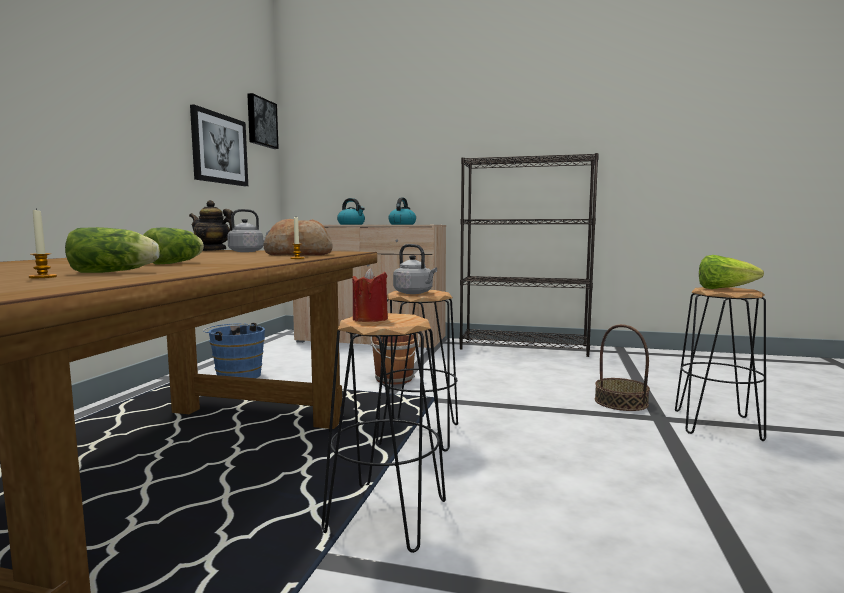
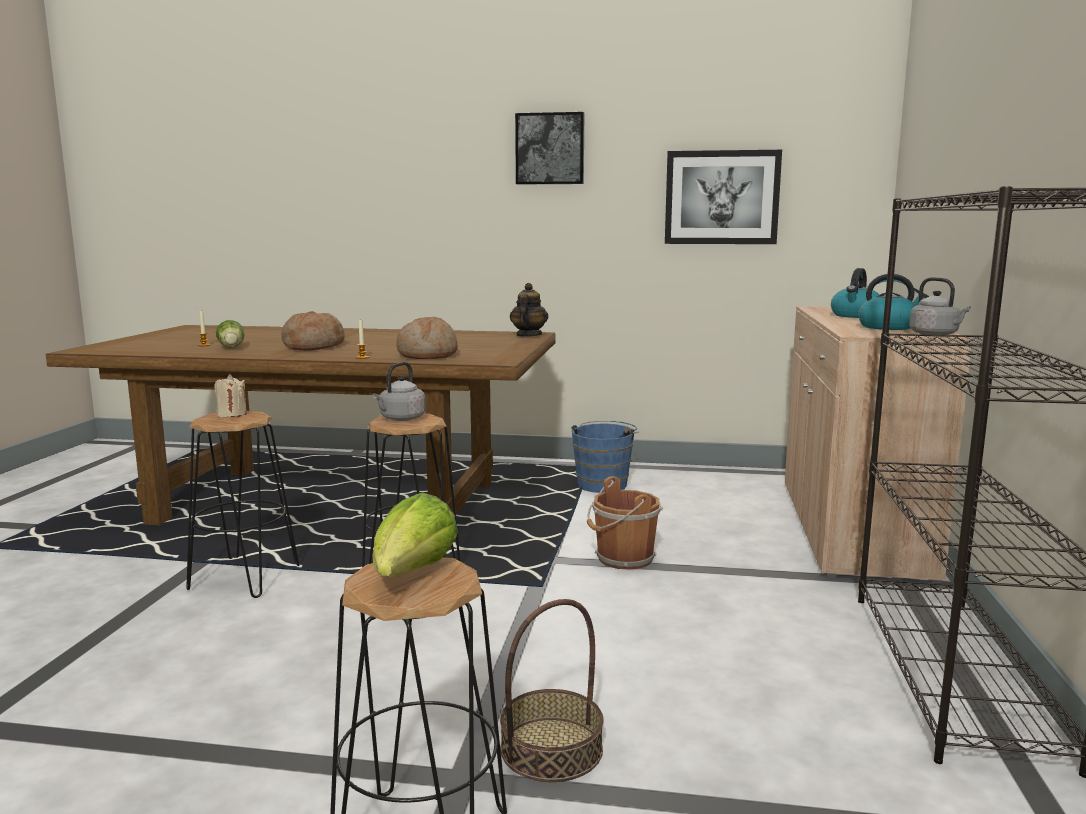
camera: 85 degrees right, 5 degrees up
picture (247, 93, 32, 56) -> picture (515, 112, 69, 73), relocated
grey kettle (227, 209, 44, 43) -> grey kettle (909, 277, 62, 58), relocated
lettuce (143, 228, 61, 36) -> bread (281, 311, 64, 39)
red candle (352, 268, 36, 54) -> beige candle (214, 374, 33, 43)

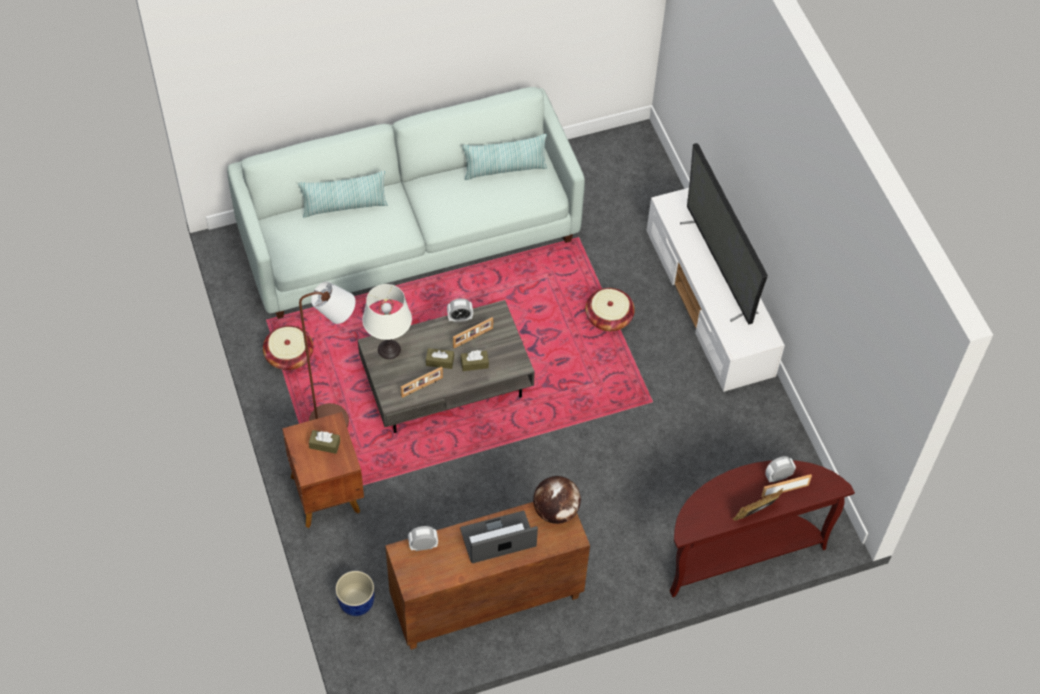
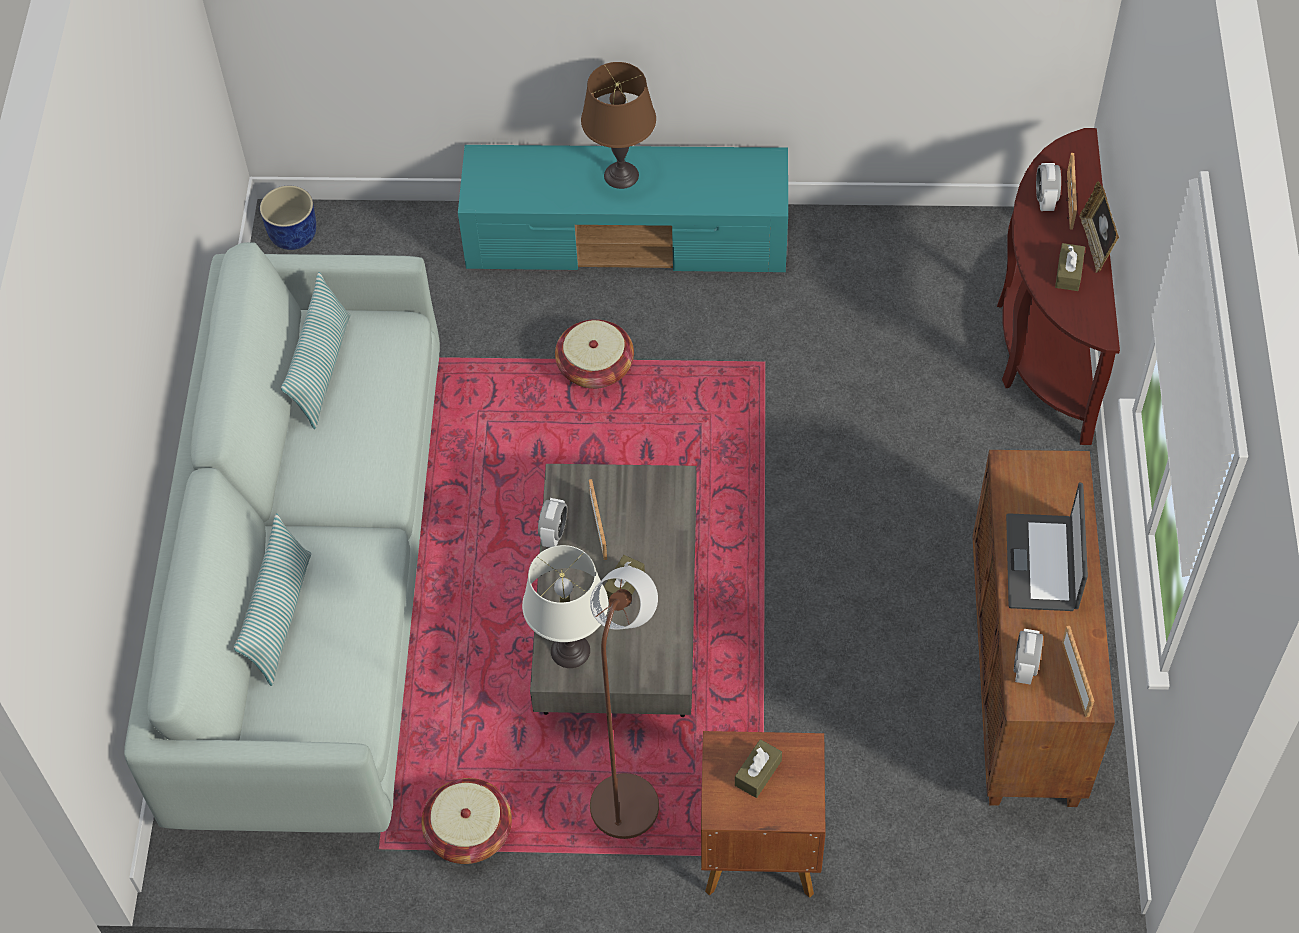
camera: 65 degrees left, 0 degrees up
television (680, 143, 88, 181) -> brown table lamp (581, 62, 75, 127)
white tv stand (647, 188, 138, 204) -> turquoise tv stand (458, 145, 330, 127)
brown tissue box (461, 350, 28, 21) -> brown tissue box (1055, 243, 30, 48), relocated
picture frame (401, 367, 42, 31) -> picture frame (1062, 626, 32, 92), relocated
globe (533, 476, 48, 48) -> none
blue planter (335, 571, 39, 45) -> blue planter (260, 186, 56, 64), relocated

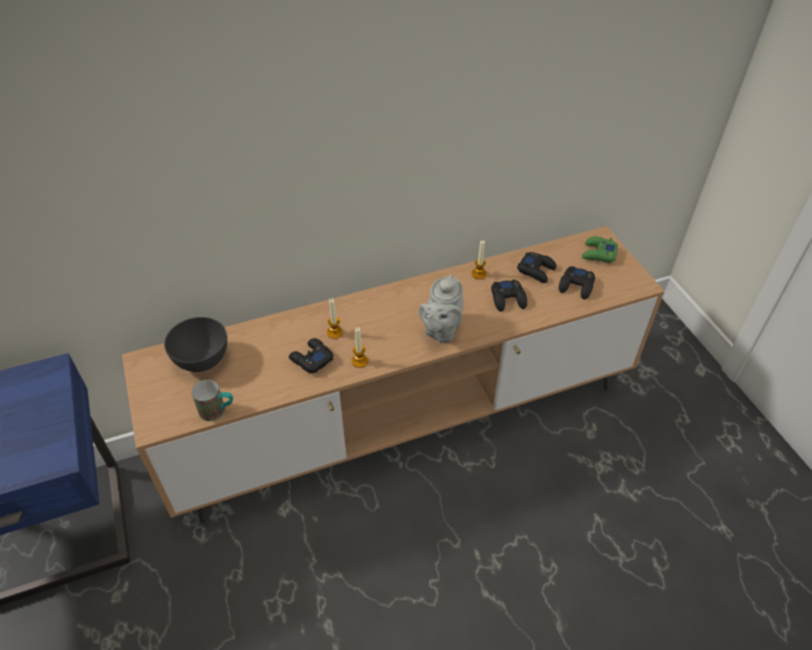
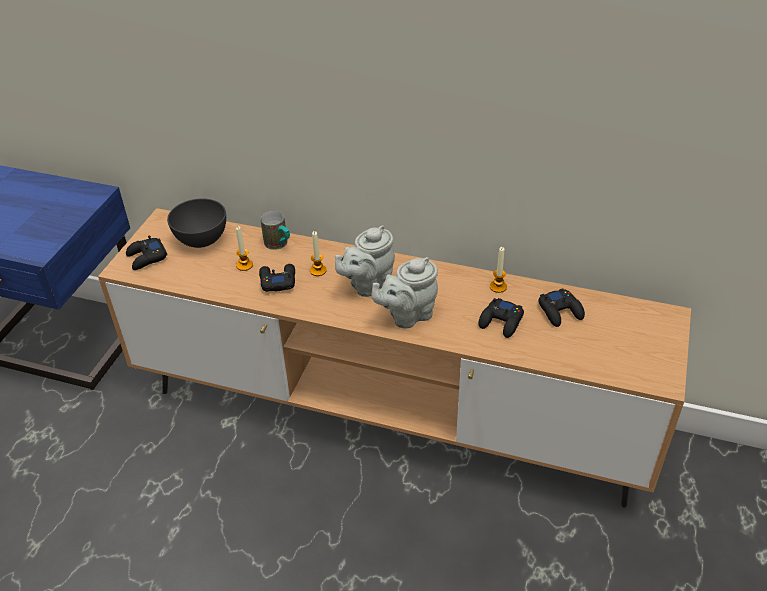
camera: 40 degrees right, 5 degrees down
green game controller (582, 236, 36, 27) -> none
black game controller (559, 266, 36, 33) -> black game controller (126, 236, 41, 34), relocated
candle (351, 327, 17, 41) -> candle (236, 226, 17, 45), relocated
mug (192, 380, 41, 41) -> mug (260, 211, 30, 39), relocated
none -> grey teapot (335, 225, 60, 72)

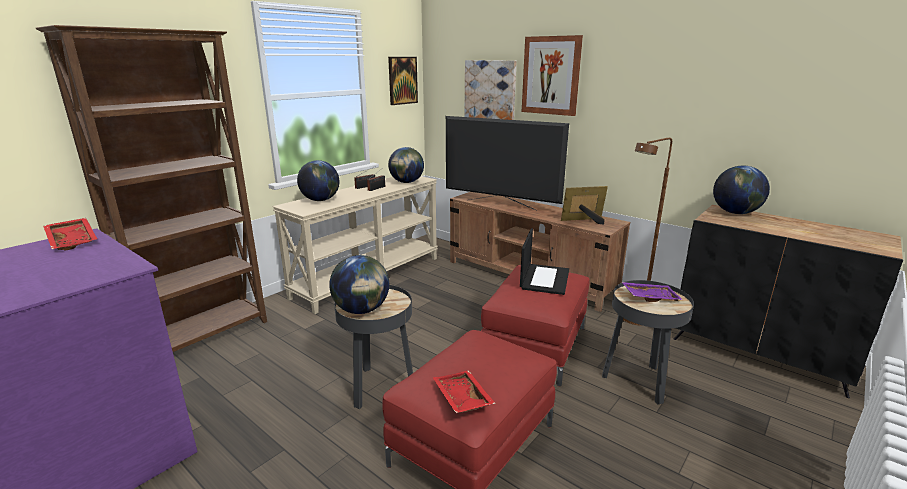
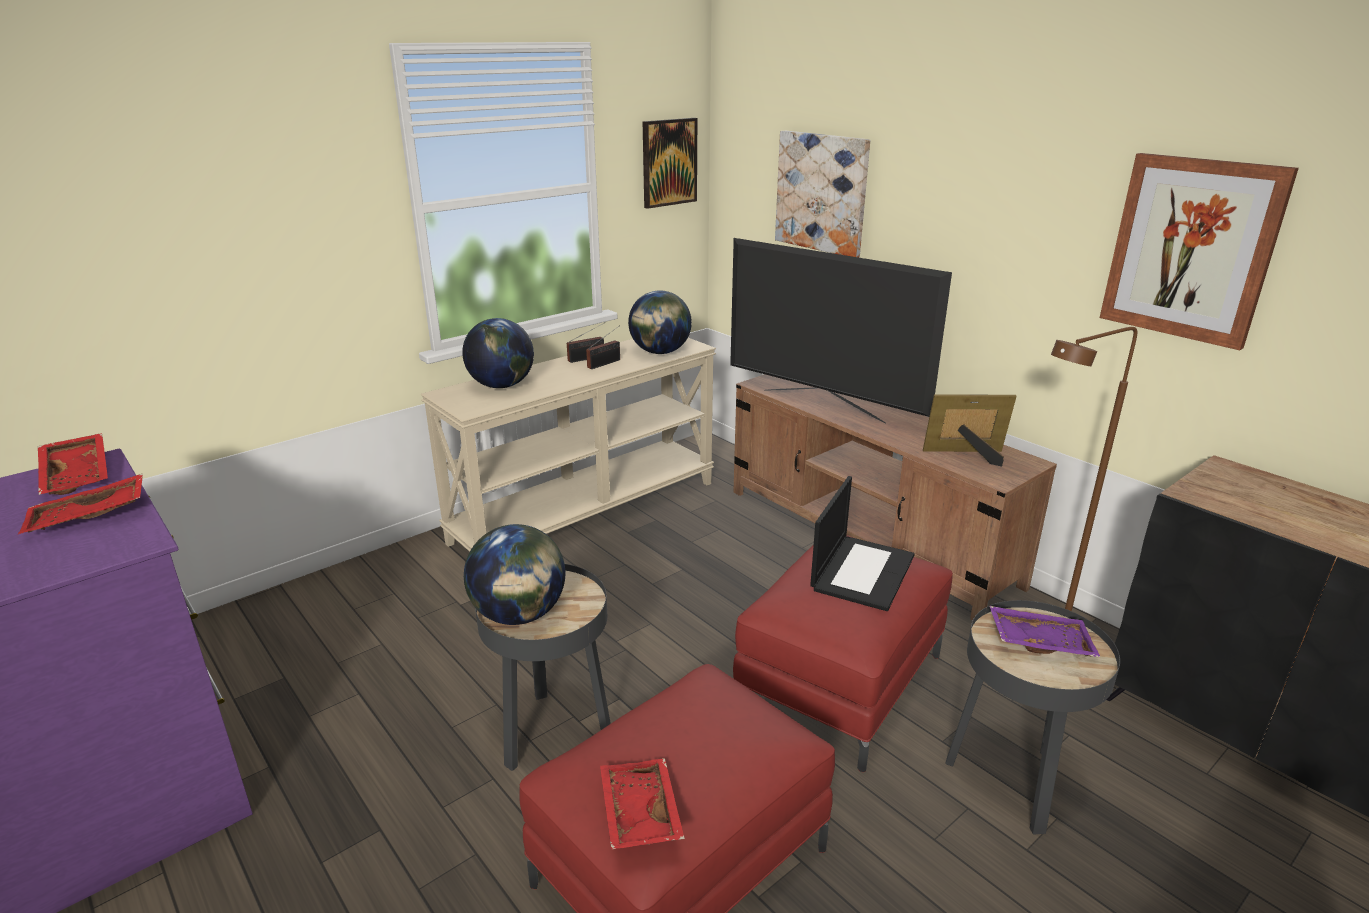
camera: 10 degrees right, 5 degrees up
brown bookcase (36, 25, 231, 327) -> none
picture (522, 35, 61, 81) -> picture (1100, 153, 199, 197), relocated
globe (713, 166, 57, 48) -> none
none -> red tray (18, 474, 125, 60)

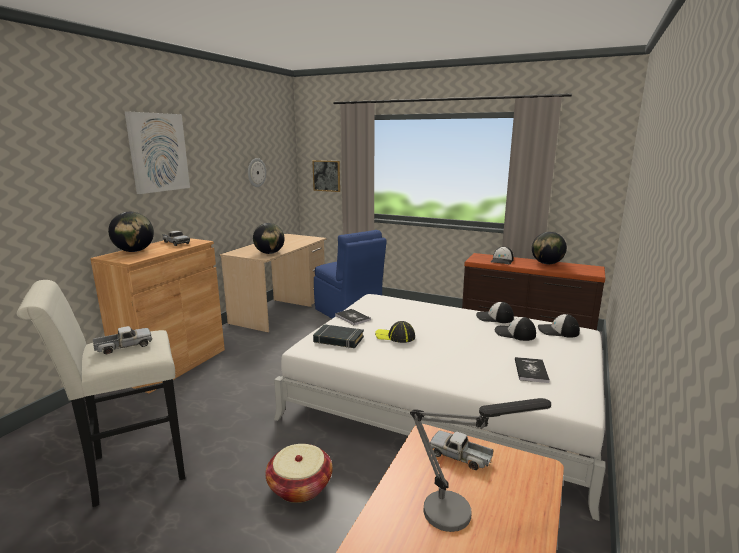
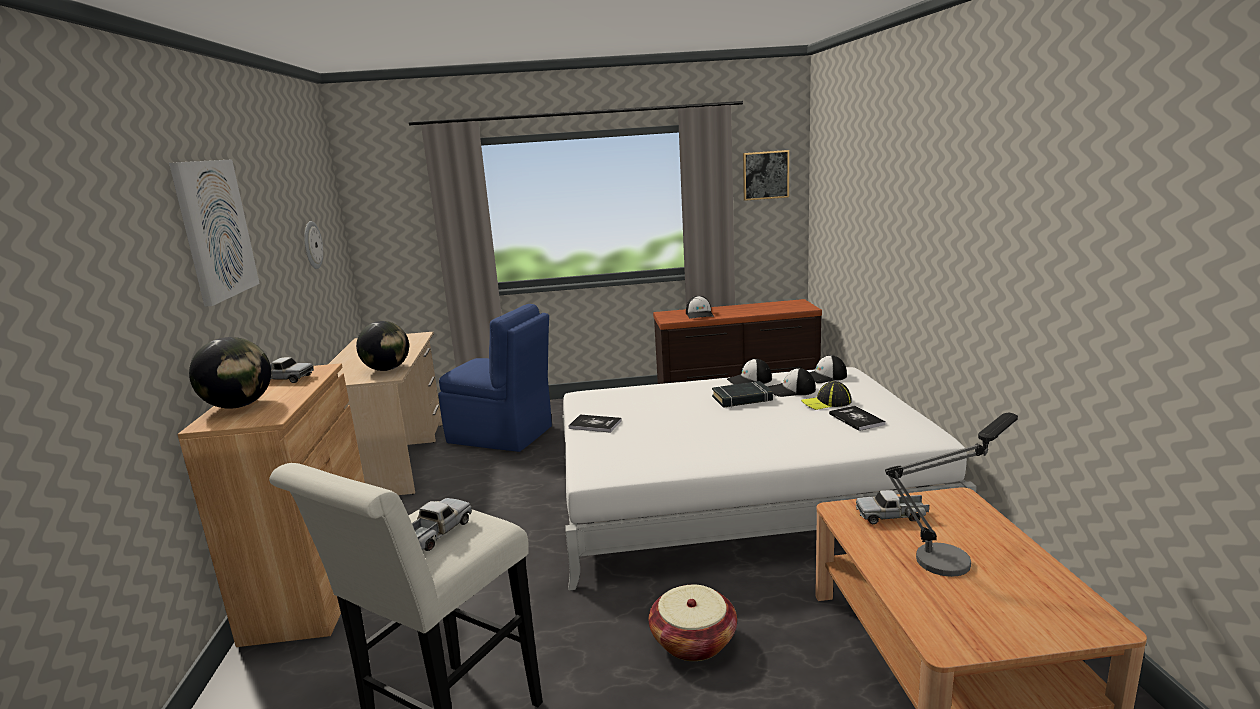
camera: 30 degrees left, 0 degrees up
picture (312, 160, 28, 32) -> picture (743, 150, 46, 51), relocated
globe (532, 232, 35, 32) -> none
cap (375, 321, 40, 22) -> cap (801, 381, 51, 29), relocated
black book (313, 324, 51, 24) -> black book (712, 381, 61, 27), relocated

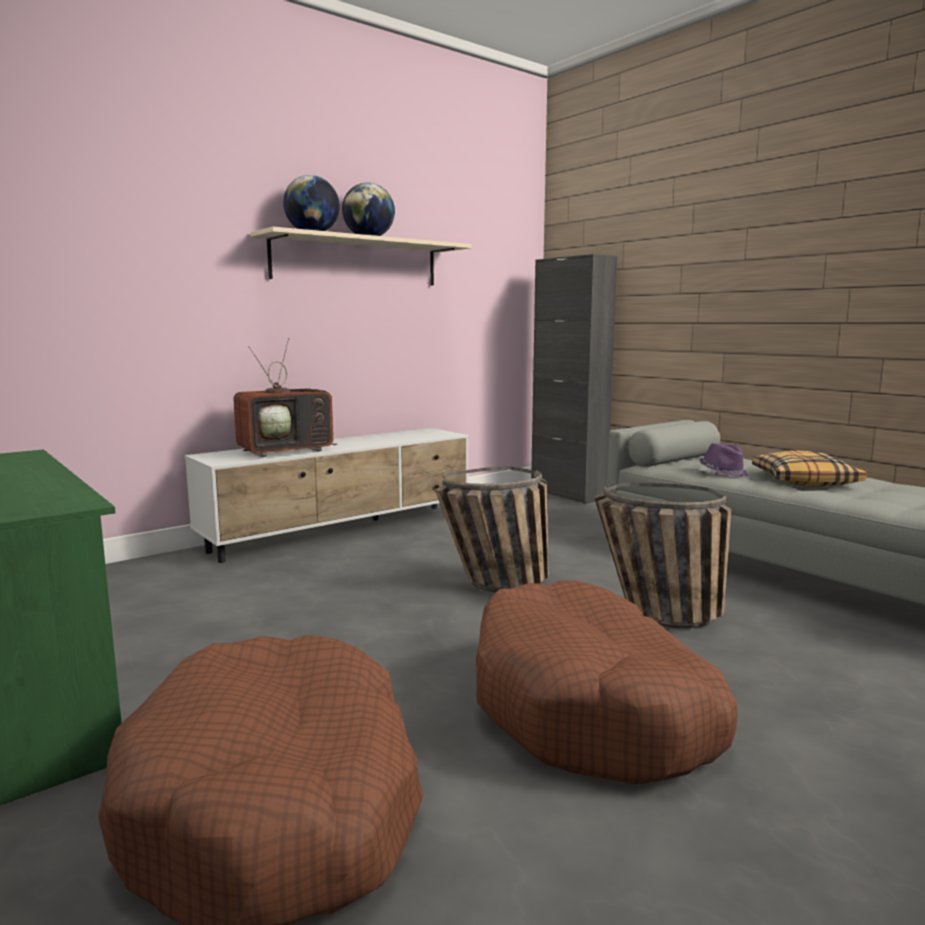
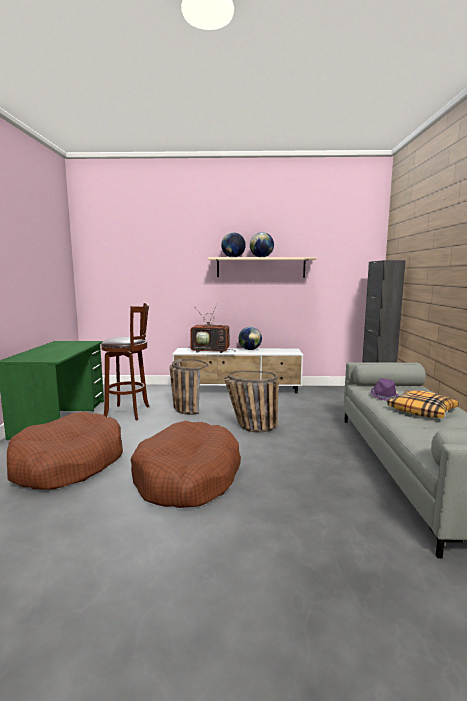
camera: 40 degrees right, 0 degrees up
basket (595, 483, 136, 145) -> basket (170, 359, 38, 56), relocated
none -> brown stool (101, 303, 48, 118)
none -> globe (239, 327, 23, 23)

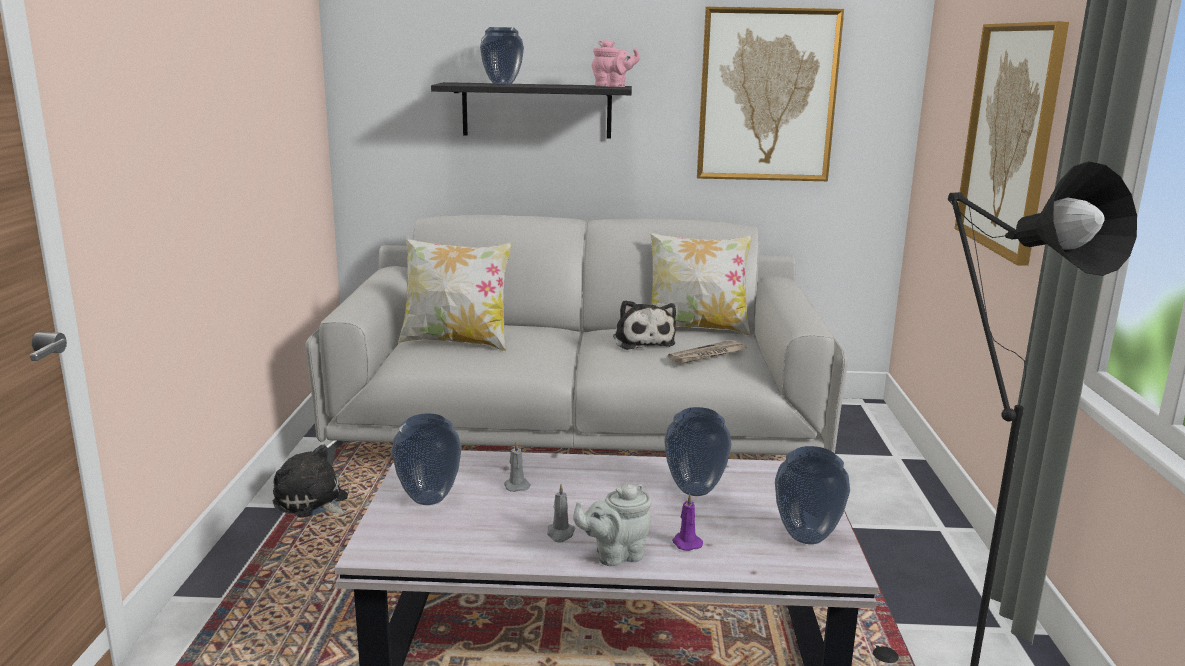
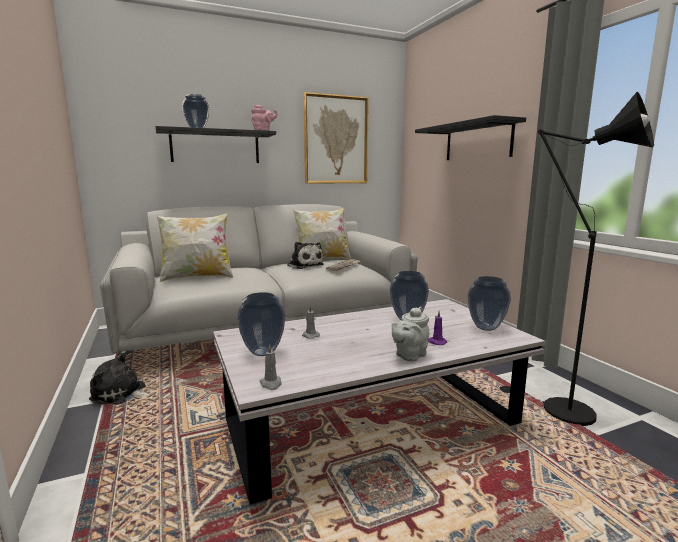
camera: 25 degrees left, 5 degrees down
picture (955, 21, 114, 245) -> black shelf (415, 115, 111, 45)
grey candle (547, 484, 28, 58) -> grey candle (259, 344, 23, 46), relocated

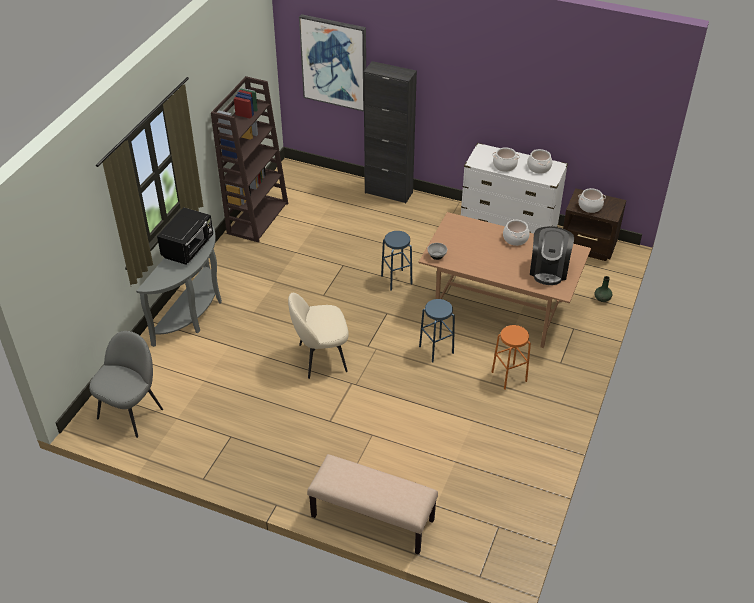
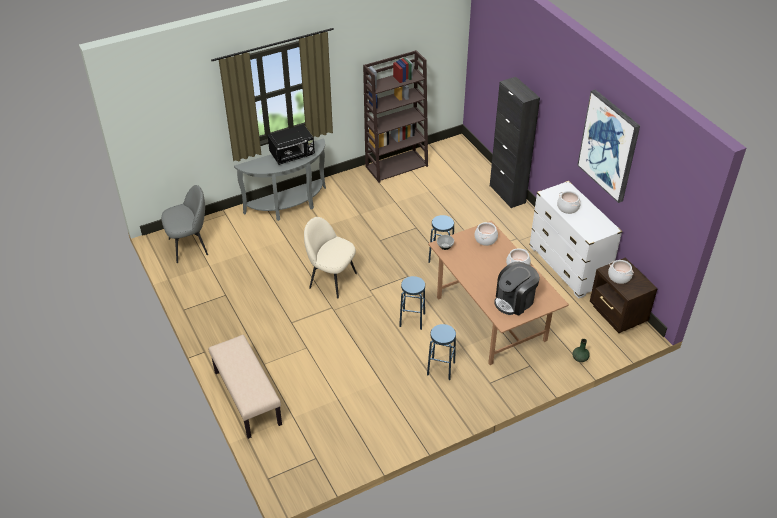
camera: 40 degrees right, 0 degrees up
picture (299, 14, 67, 98) -> picture (577, 90, 63, 113), relocated
cooking pot (527, 149, 25, 25) -> cooking pot (474, 222, 24, 24), relocated
orange stool (492, 325, 39, 65) -> blue stool (427, 324, 29, 56)

